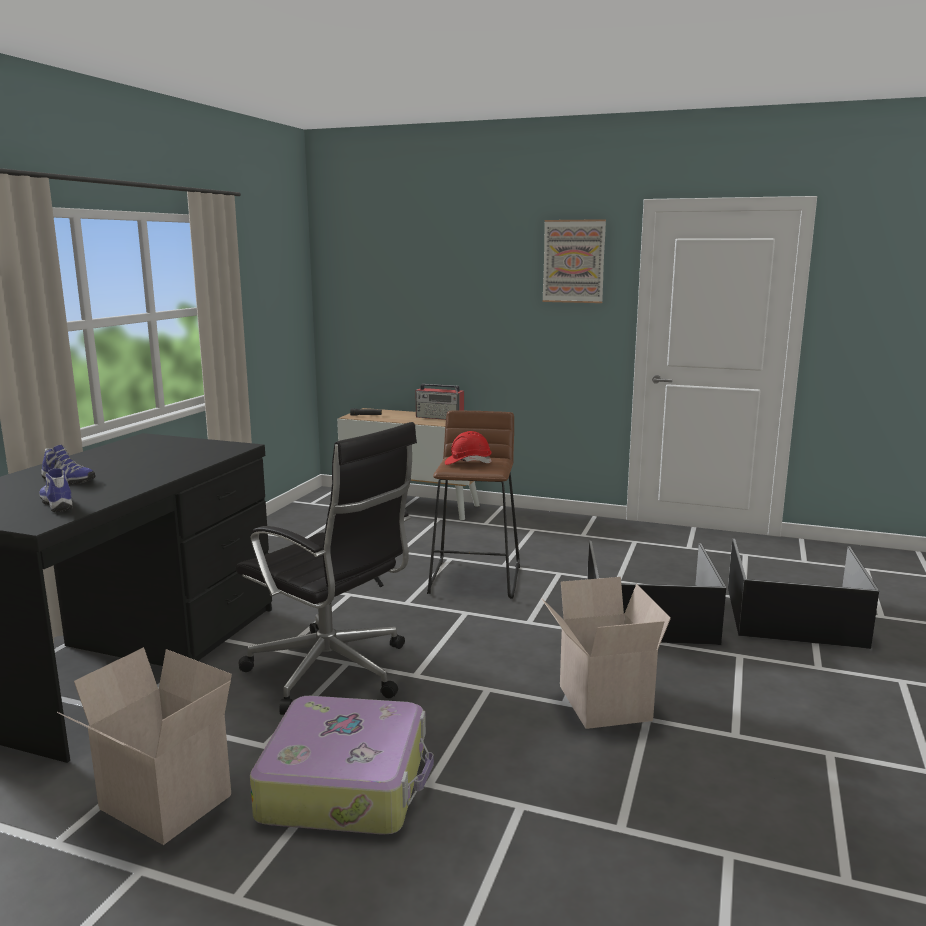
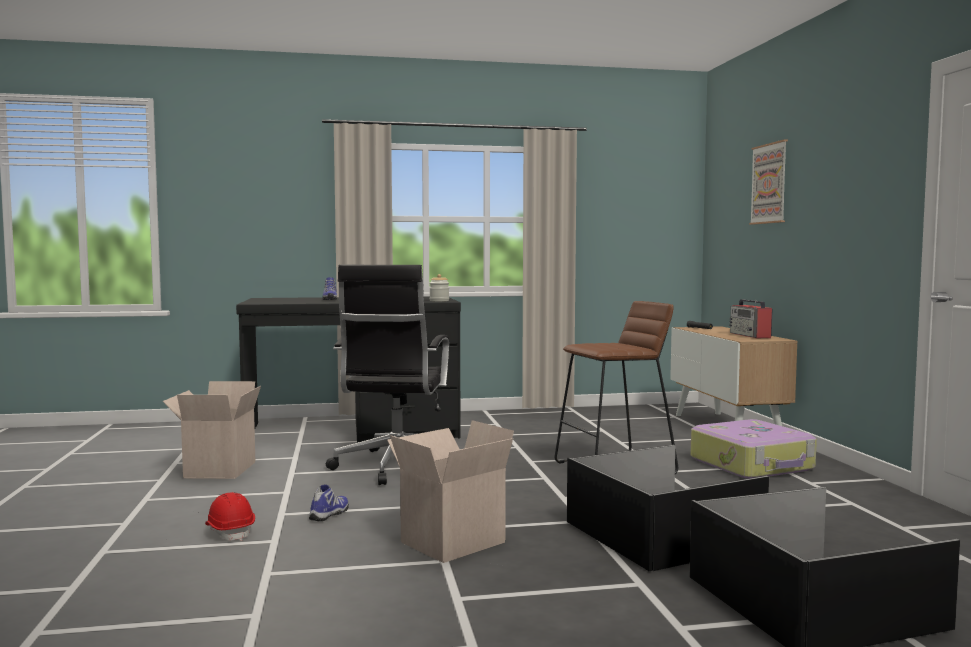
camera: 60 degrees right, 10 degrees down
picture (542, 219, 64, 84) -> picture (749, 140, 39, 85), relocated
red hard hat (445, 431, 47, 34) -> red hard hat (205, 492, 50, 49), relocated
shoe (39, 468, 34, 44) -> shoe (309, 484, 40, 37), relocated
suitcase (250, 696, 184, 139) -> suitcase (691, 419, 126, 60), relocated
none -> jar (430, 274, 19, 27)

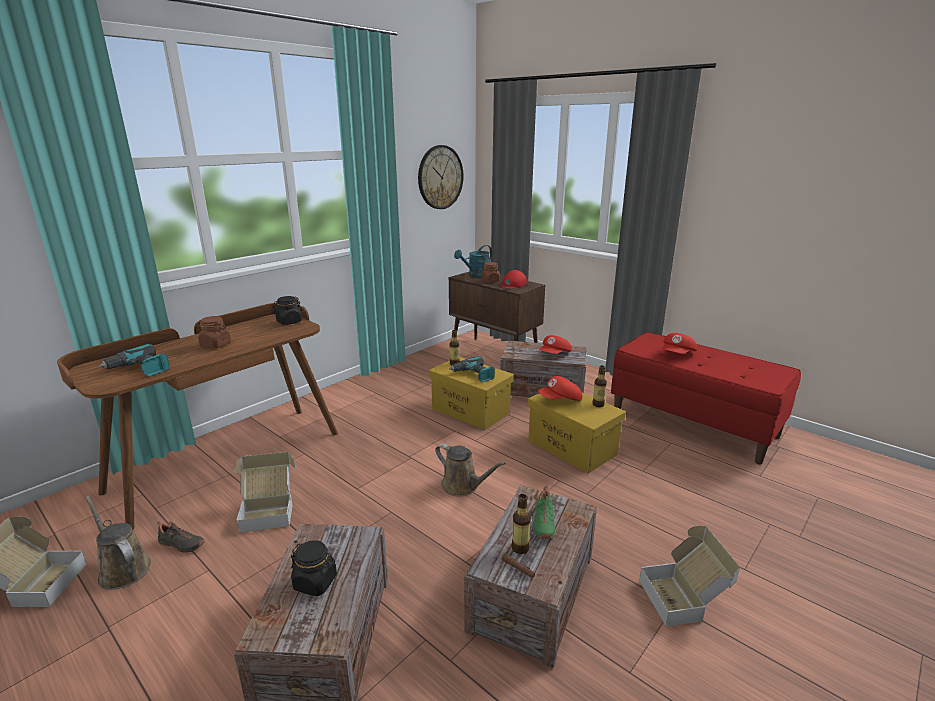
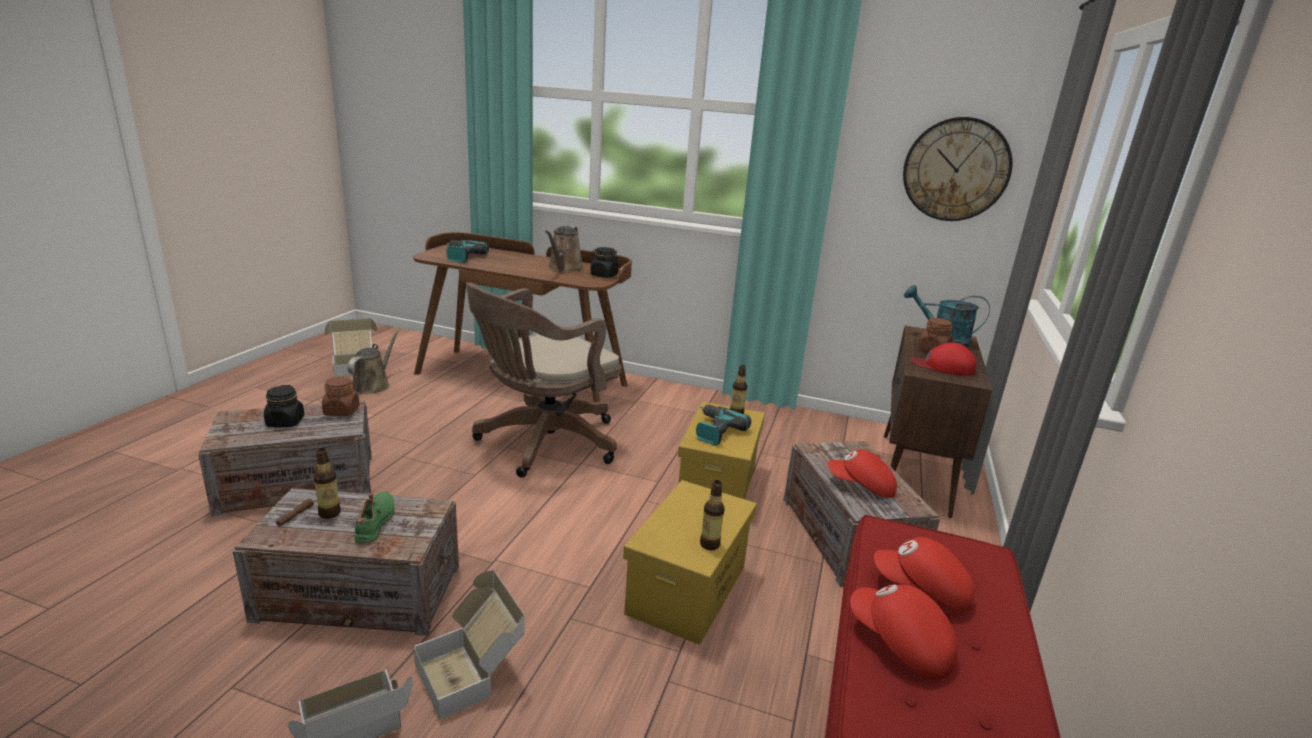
camera: 65 degrees right, 0 degrees up
brown jar (198, 316, 33, 32) -> brown jar (322, 376, 38, 40), relocated
red cap (538, 376, 44, 25) -> red cap (850, 585, 108, 95), relocated
brown watering can (435, 443, 71, 54) -> brown watering can (545, 226, 39, 46), relocated
cardboard box (233, 452, 62, 81) -> cardboard box (413, 570, 112, 149), relocated
green shoe (533, 486, 22, 53) -> green shoe (354, 491, 41, 53), 105 degrees clockwise
black shoe (157, 520, 48, 33) -> none
none -> brown office chair (466, 282, 156, 196)

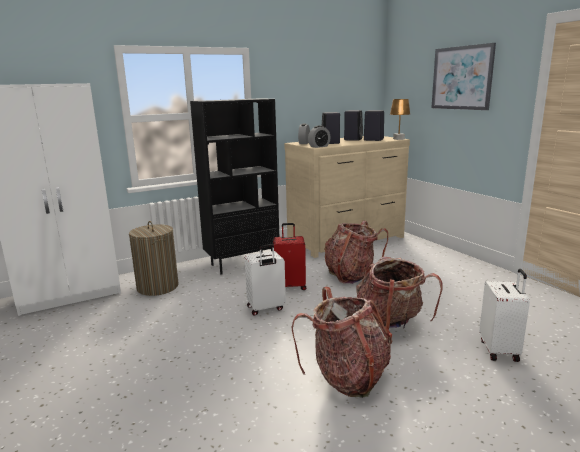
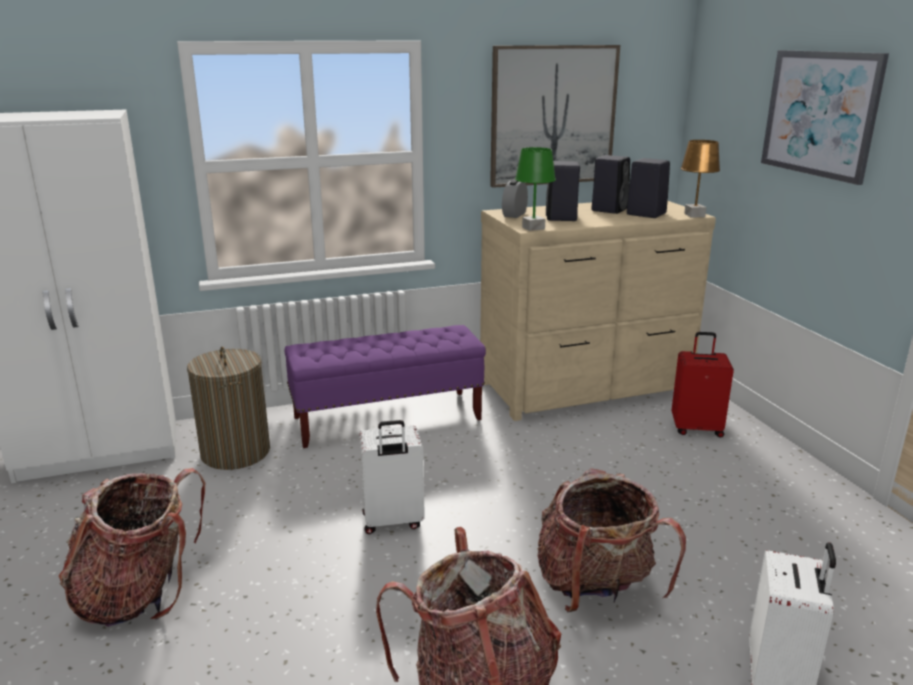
camera: 10 degrees right, 5 degrees up
black bookcase (190, 98, 89, 176) -> purple bench (285, 325, 201, 123)
alarm clock (308, 126, 23, 22) -> green table lamp (515, 147, 41, 84)
backpack (324, 221, 64, 63) -> backpack (59, 468, 146, 159), relocated
red suitcase (273, 223, 33, 67) -> red suitcase (672, 332, 62, 105), relocated
none -> picture (490, 45, 130, 143)

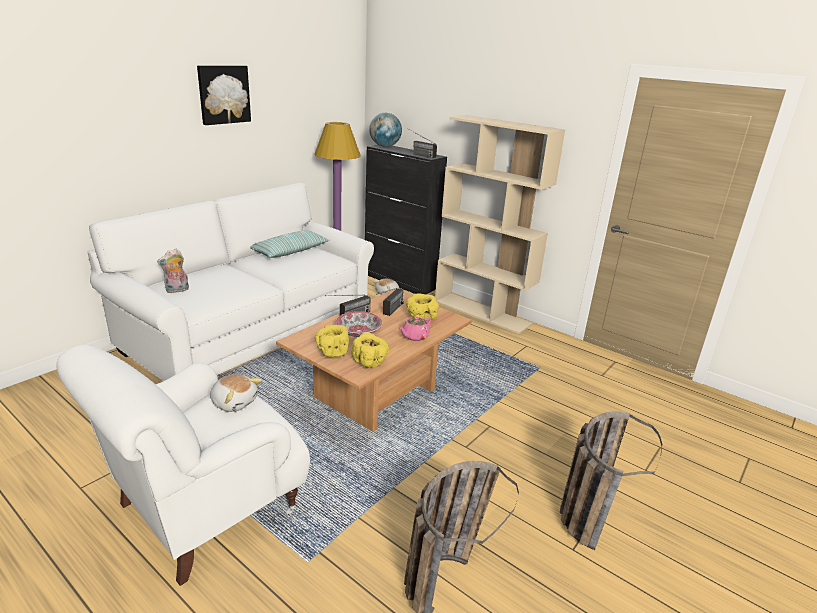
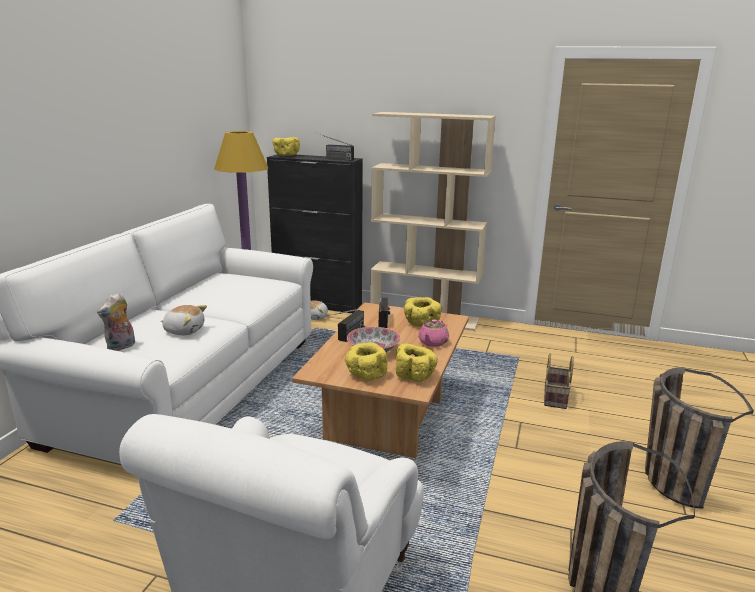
camera: 20 degrees left, 5 degrees down
picture (197, 65, 54, 60) -> none
globe (369, 113, 33, 34) -> yellow bowl (272, 137, 28, 19)
pillow (250, 230, 80, 28) -> none
plush toy (210, 374, 52, 38) -> plush toy (161, 305, 46, 30), relocated
none -> basket (544, 353, 30, 56)

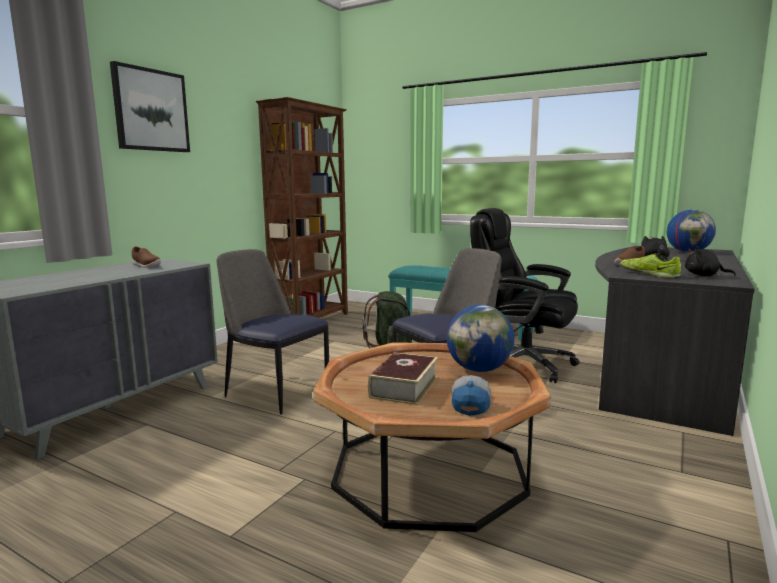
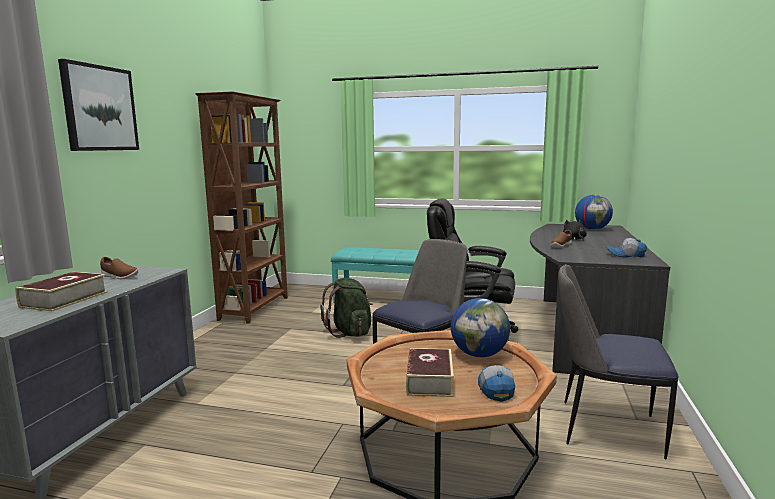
camera: 15 degrees left, 0 degrees up
black plush toy (685, 246, 51, 30) -> cap (606, 238, 41, 20)
chair (217, 249, 112, 165) -> chair (559, 264, 120, 195), relocated
shoe (620, 253, 61, 26) -> none
none -> book (15, 272, 93, 39)

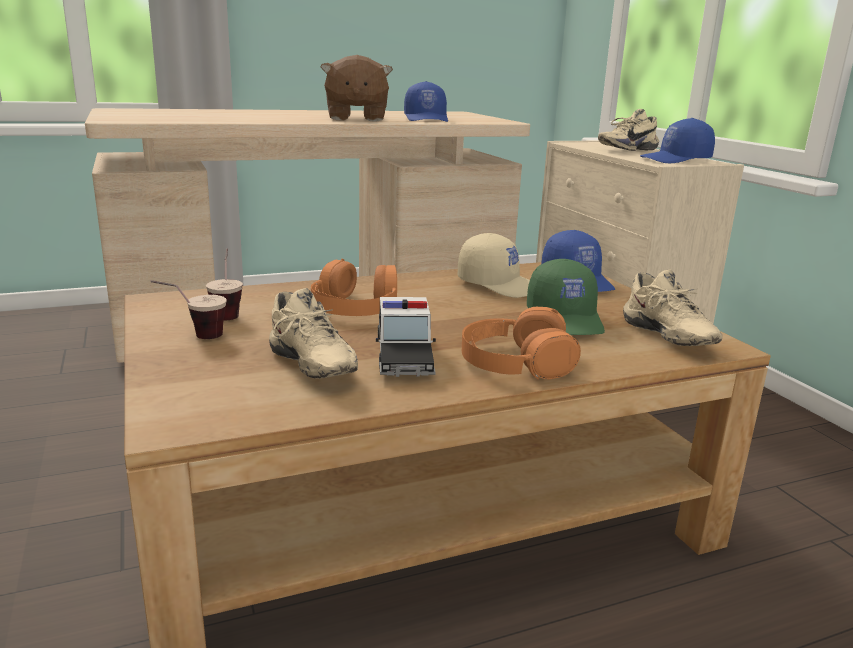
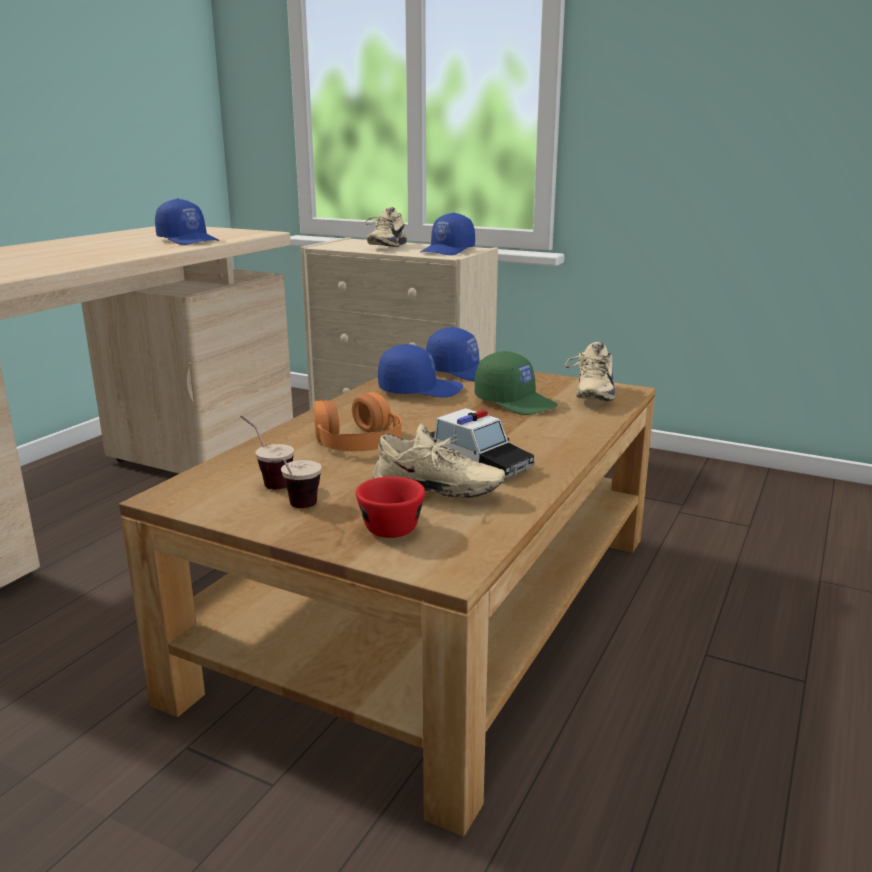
camera: 40 degrees left, 0 degrees up
brown plush toy (320, 55, 73, 66) -> none
beige cap (458, 233, 72, 65) -> blue cap (378, 344, 85, 53)
beige shoe (623, 270, 100, 76) -> beige shoe (565, 342, 50, 59), 75 degrees clockwise
orange headphones (462, 307, 119, 72) -> none
none -> red cup (356, 476, 69, 62)

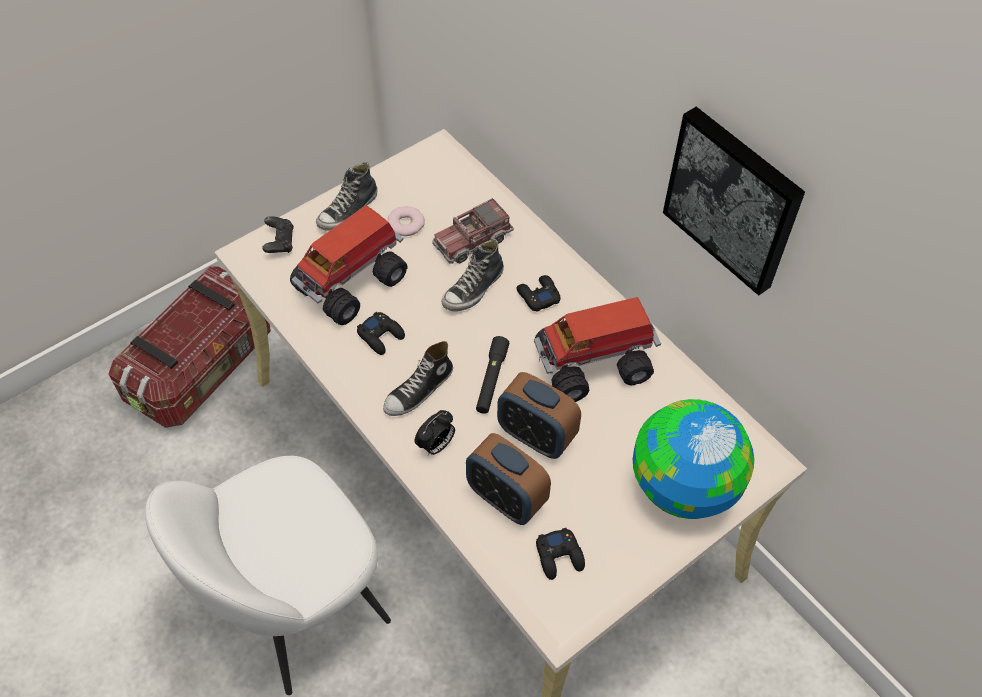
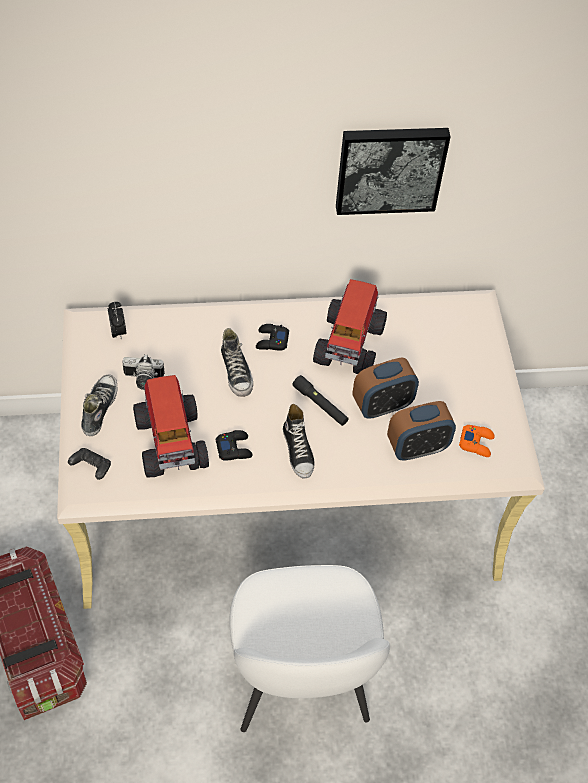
camera: 60 degrees left, 0 degrees up
shoe (316, 162, 61, 69) -> shoe (81, 375, 36, 61), 150 degrees counterclockwise
toy truck (432, 198, 82, 66) -> none
donut (388, 206, 37, 30) -> photo camera (123, 355, 42, 35)
globe (633, 399, 121, 120) -> none
alarm clock (414, 410, 41, 45) -> alarm clock (108, 302, 19, 38), relocated
black game controller (536, 528, 49, 52) -> orange game controller (459, 425, 36, 32)

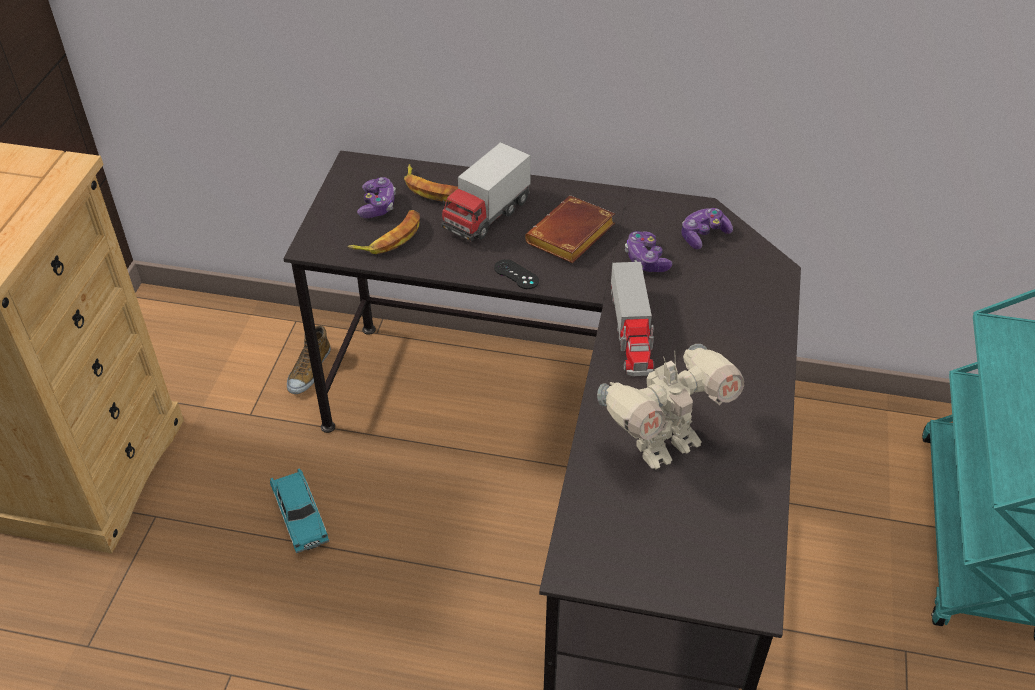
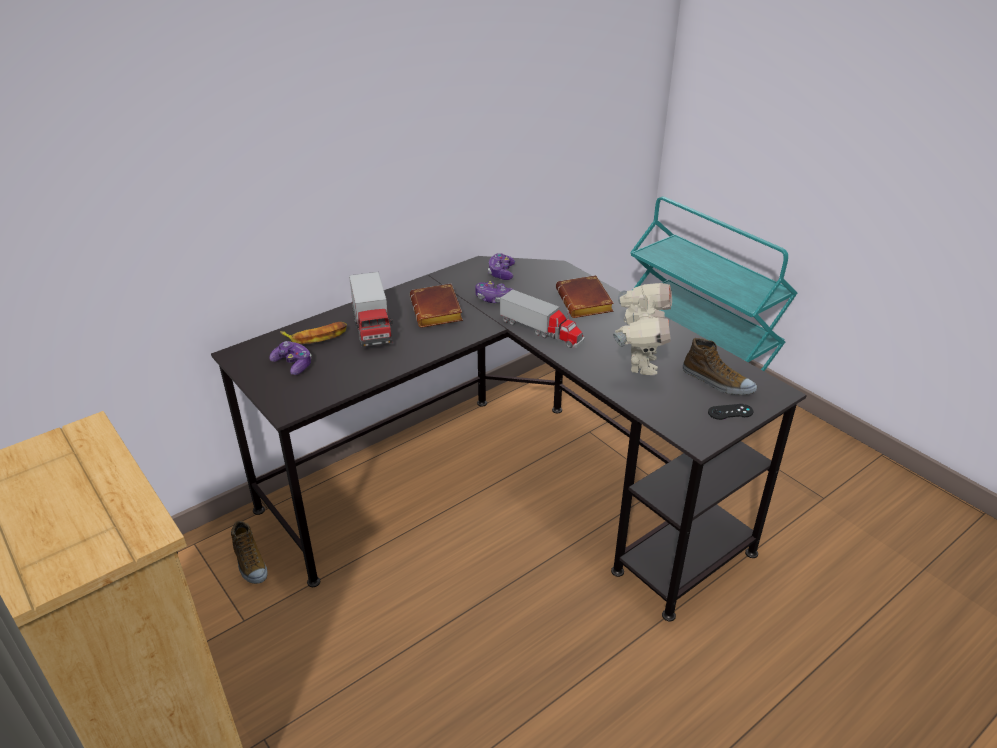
camera: 50 degrees left, 10 degrees down
banana (347, 210, 73, 44) -> none
black game controller (494, 259, 45, 30) -> black game controller (708, 404, 45, 16), relocated
turquoise toy car (270, 468, 59, 85) -> none
none -> brown book (556, 275, 58, 43)
none -> shoe (683, 338, 74, 57)

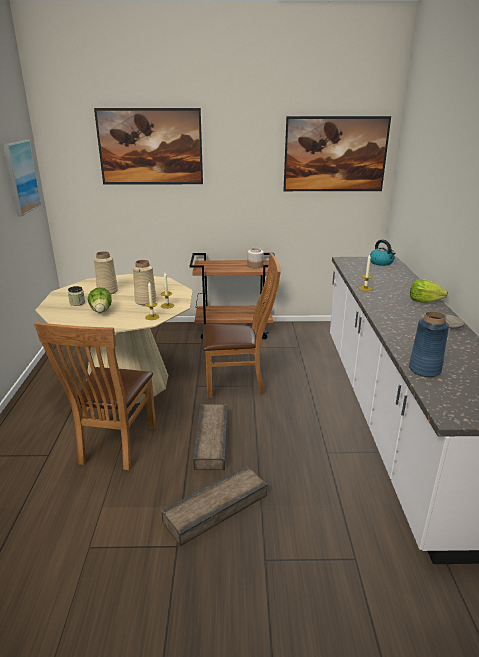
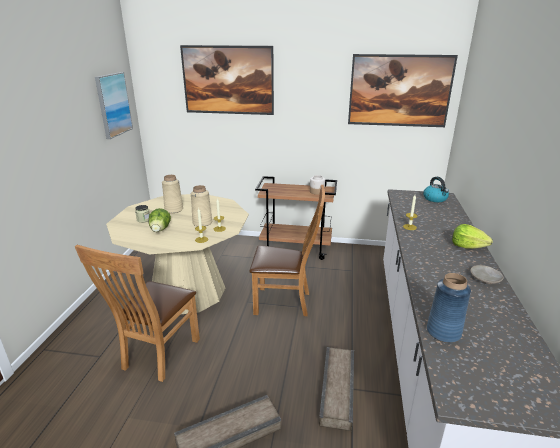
camera: 10 degrees right, 0 degrees up
crate (193, 404, 34, 66) -> crate (319, 347, 35, 84), relocated

